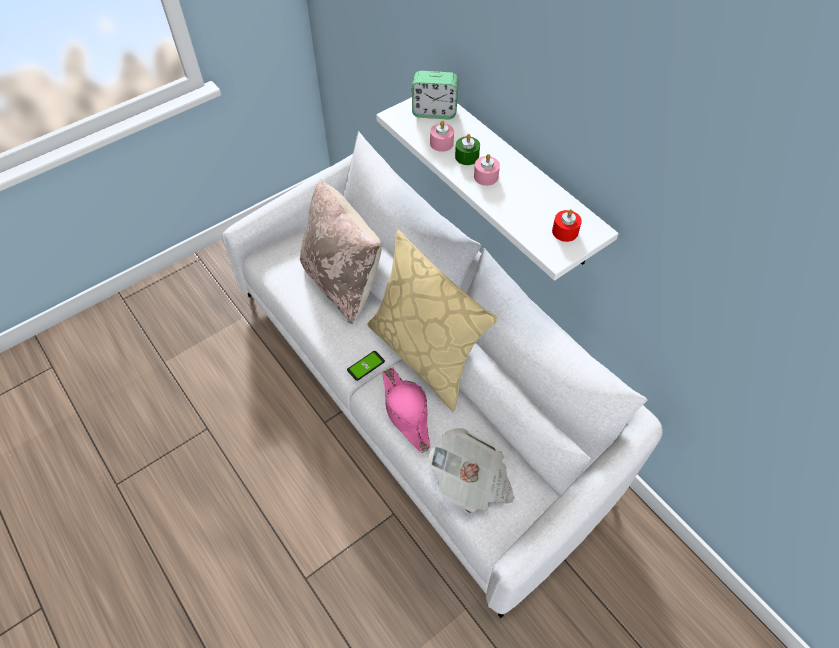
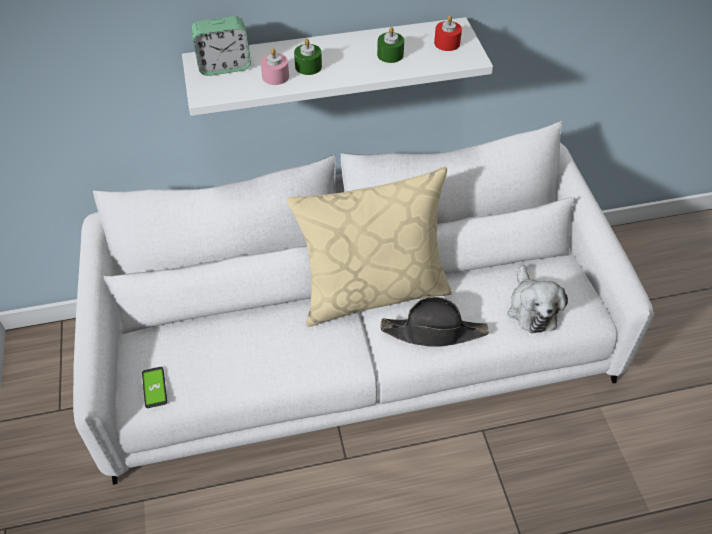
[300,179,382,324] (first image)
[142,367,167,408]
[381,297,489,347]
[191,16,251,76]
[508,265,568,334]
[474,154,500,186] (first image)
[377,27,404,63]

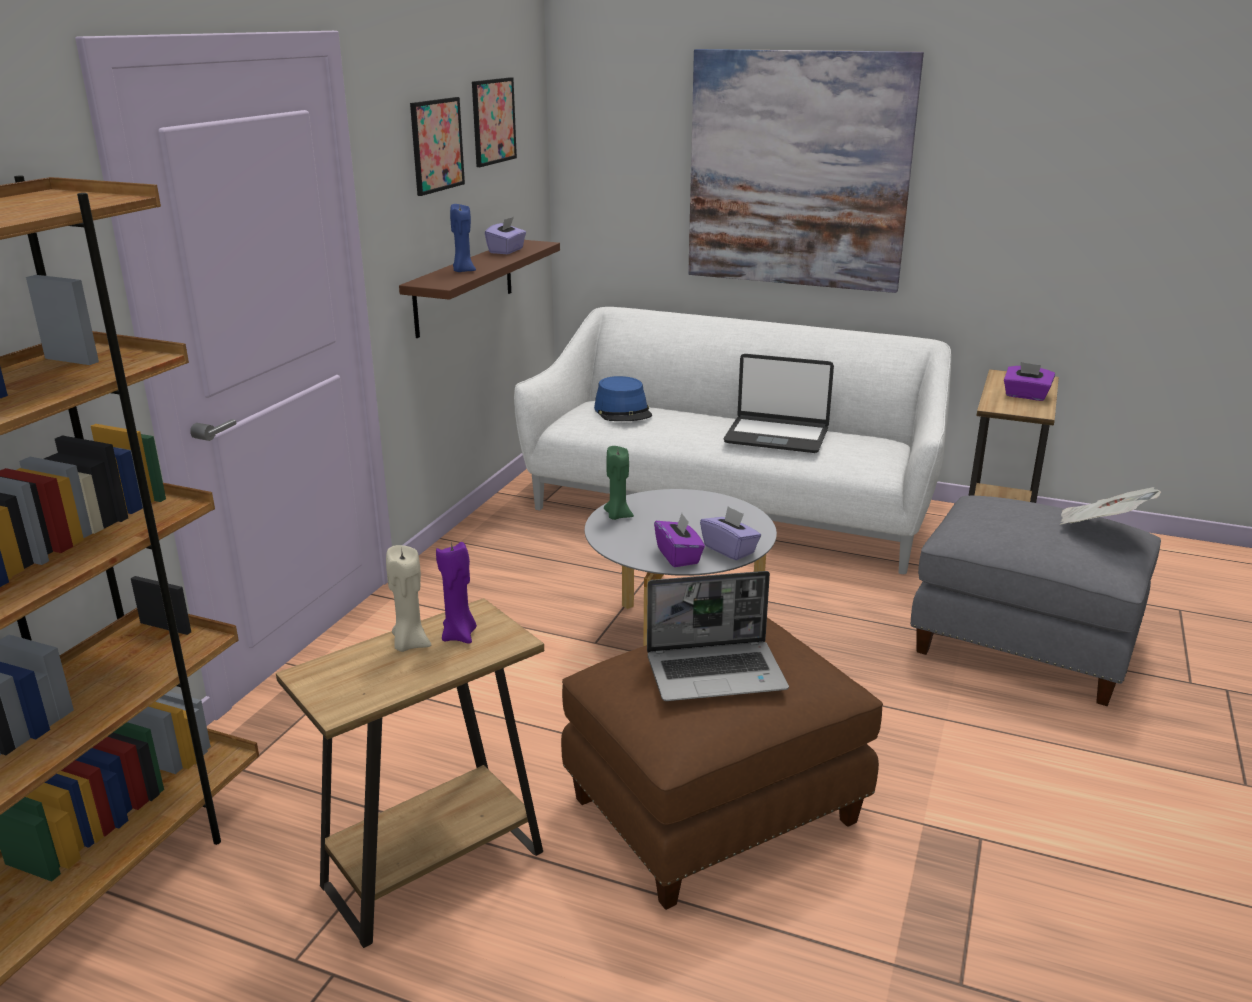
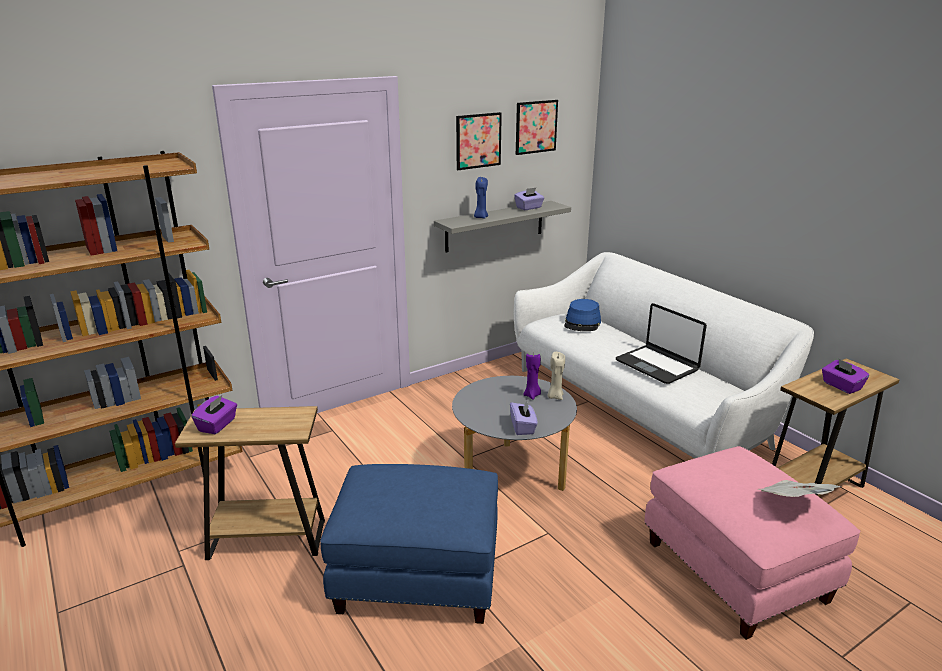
[547,352,565,400]
[434,201,571,252]
[523,353,541,400]
[320,464,498,624]
[604,446,634,520] (first image)
[647,571,789,701] (first image)
[191,395,237,434]
[688,49,924,293] (first image)
[645,446,860,640]

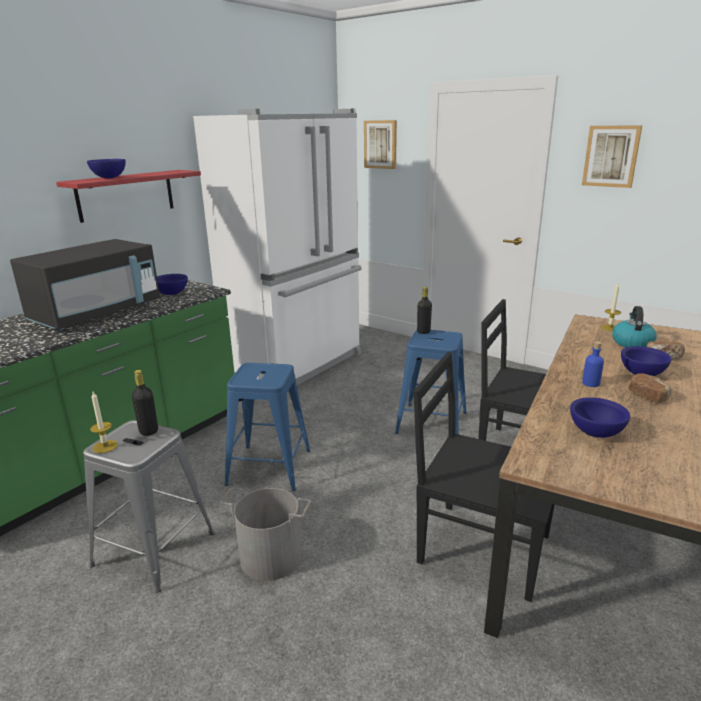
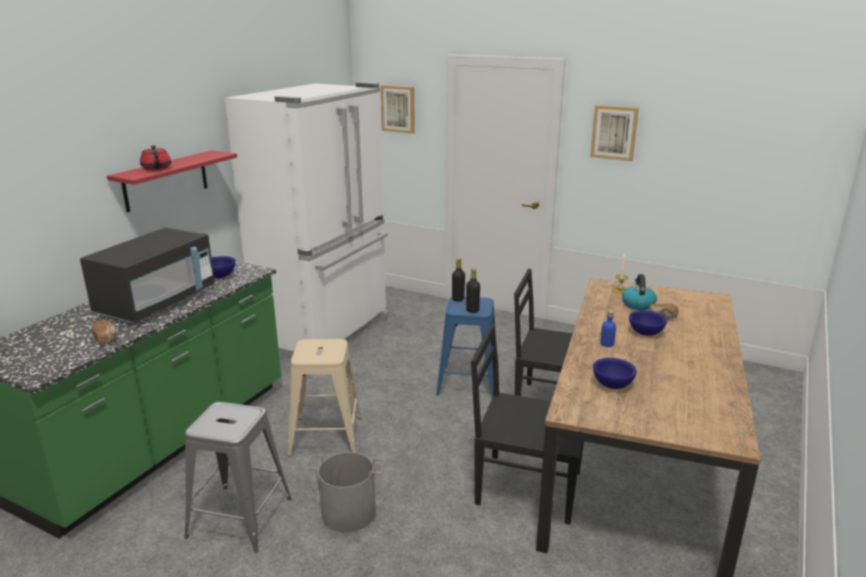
[140,145,171,170]
[90,392,118,453] (first image)
[466,268,480,313]
[288,339,361,456]
[91,320,116,344]

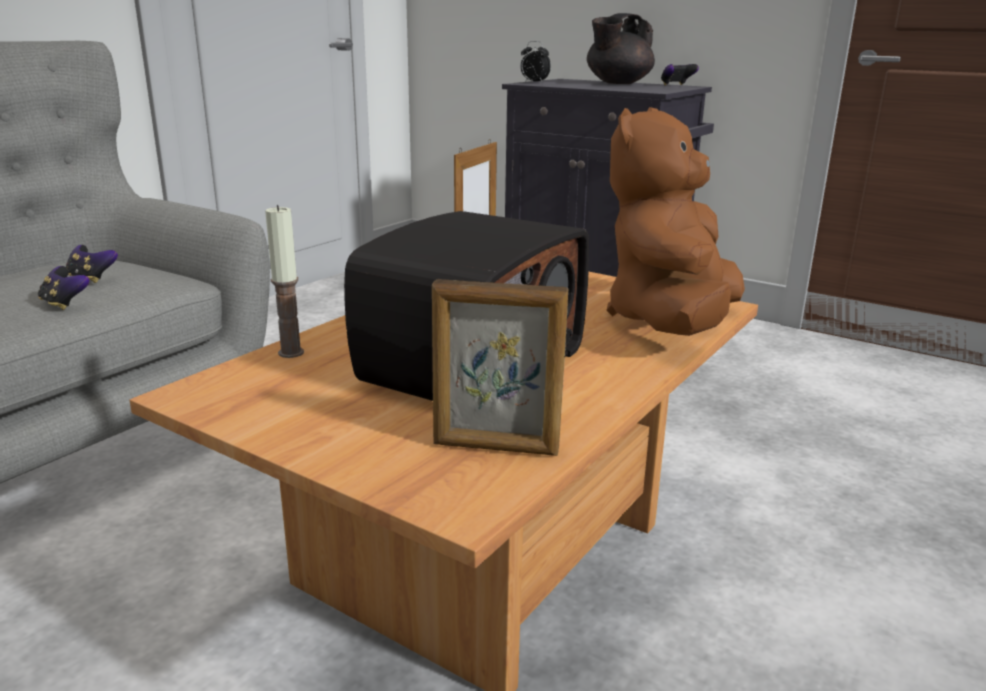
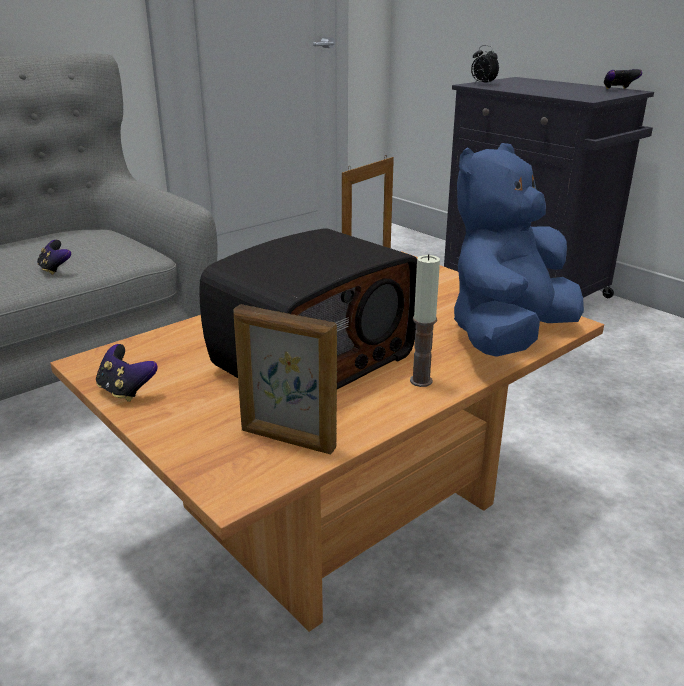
[96,344,158,402]
[410,254,440,387]
[587,13,655,84] (first image)
[454,143,584,357]

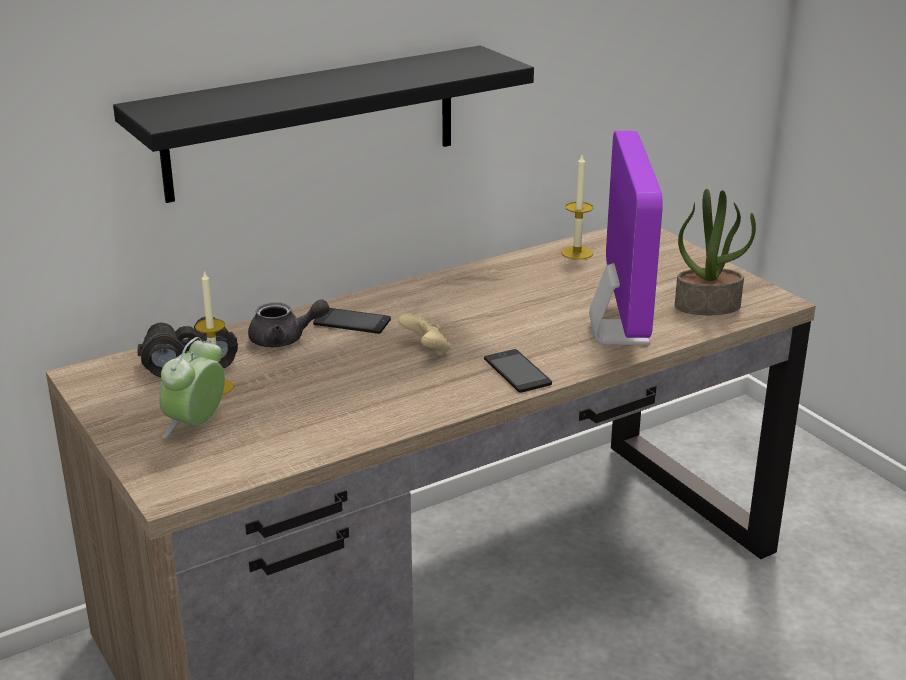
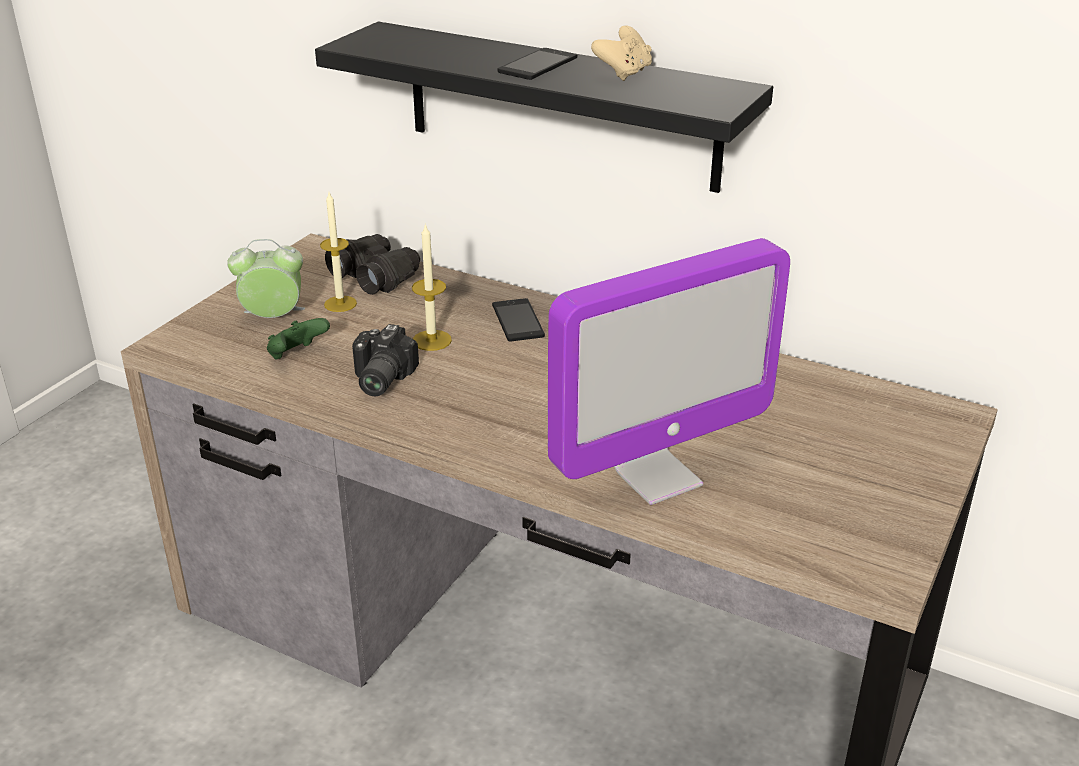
[248,299,330,347] (first image)
[591,26,652,81]
[498,48,577,80]
[412,223,452,351]
[675,189,756,315] (first image)
[267,318,330,359]
[352,324,419,396]

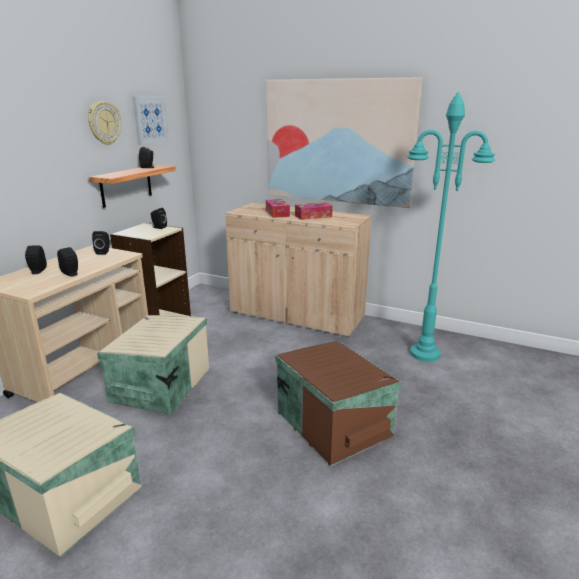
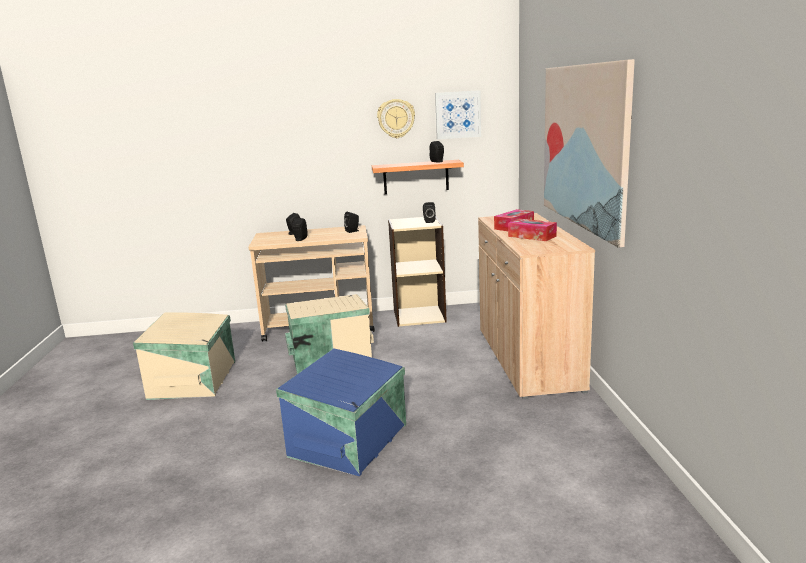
[276,348,406,476]
[407,92,495,362] (first image)

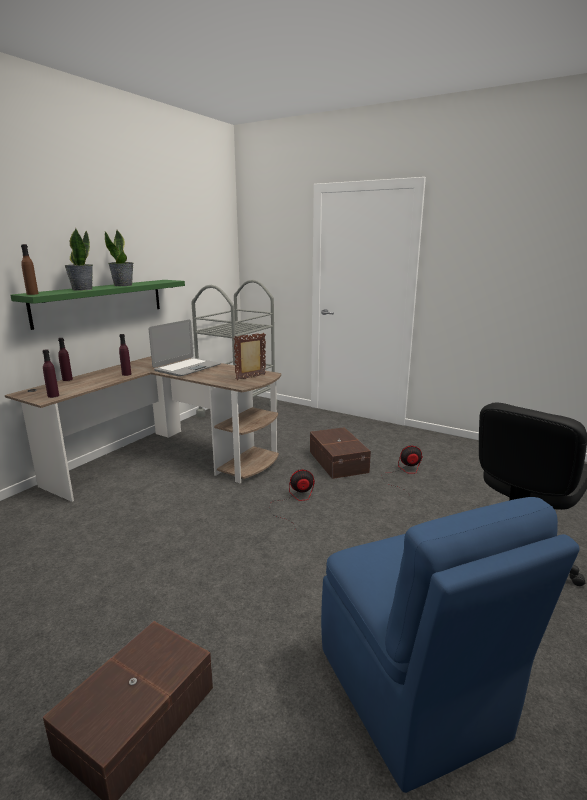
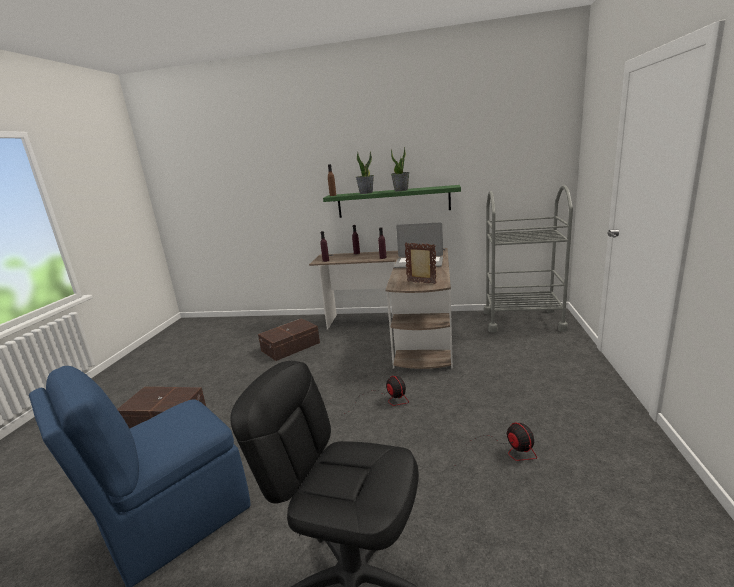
[258,318,320,361]

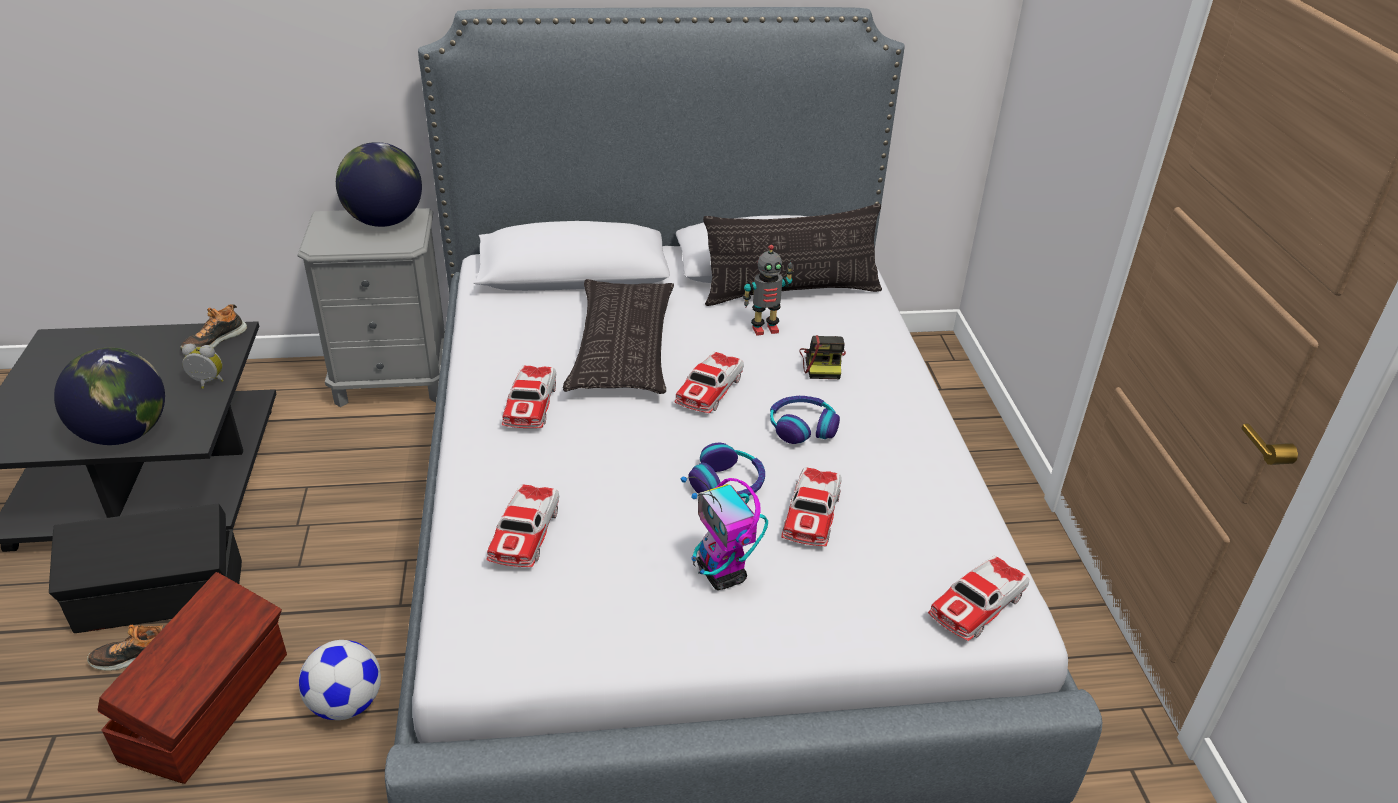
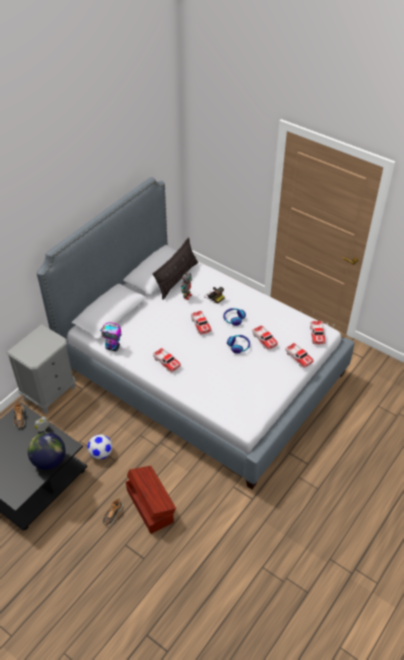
[49,504,242,633] (first image)
[87,434,112,459]
[336,142,422,227] (first image)
[285,343,313,368]
[563,279,674,394] (first image)
[100,322,122,351]

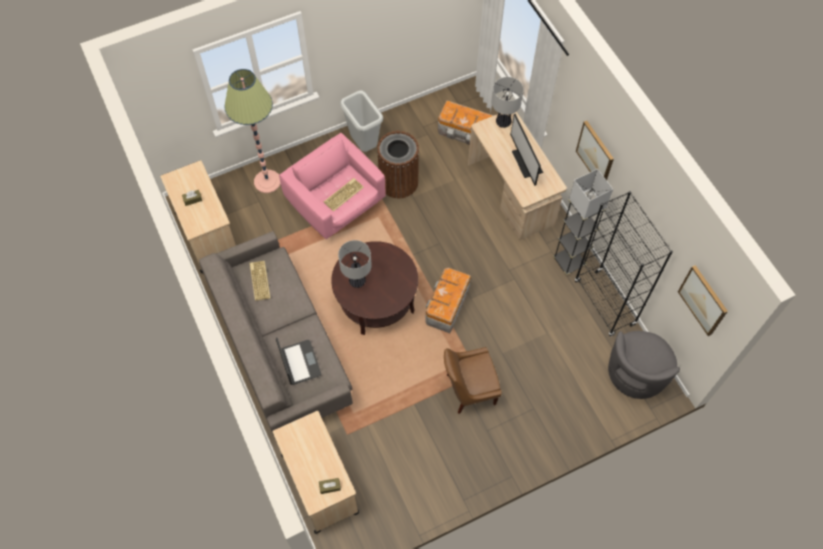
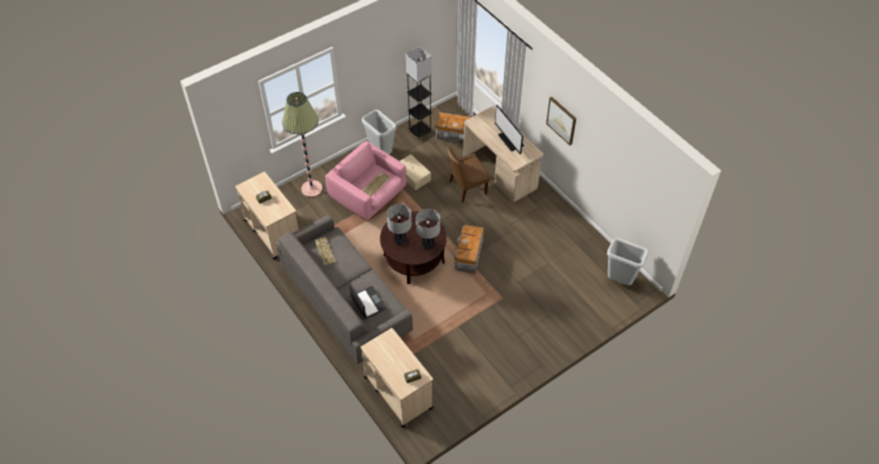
[400,154,431,190]
[447,147,490,203]
[416,209,440,250]
[405,46,432,139]
[575,191,673,337] (first image)
[607,238,649,285]
[678,265,728,336] (first image)

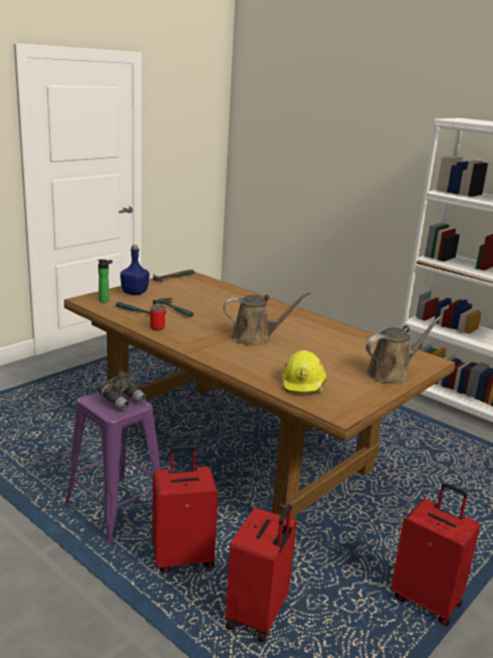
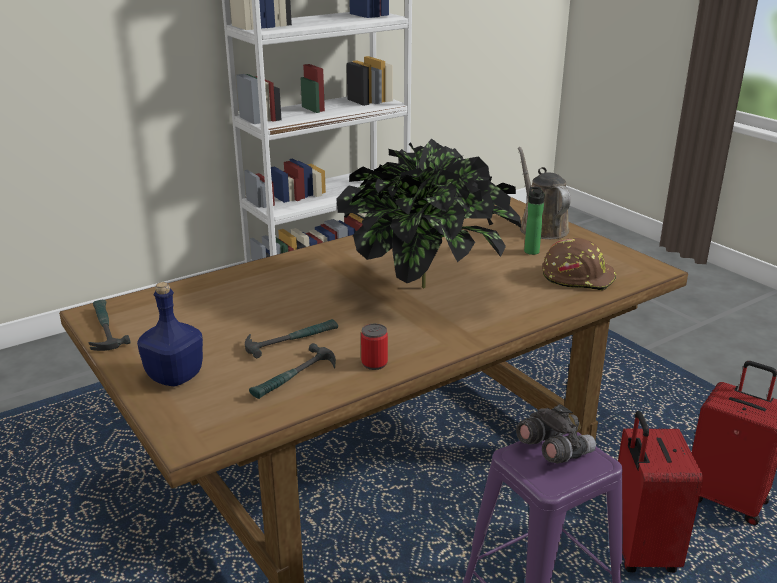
[524,187,545,255]
[336,139,521,289]
[542,238,616,291]
[391,483,480,626] (first image)

